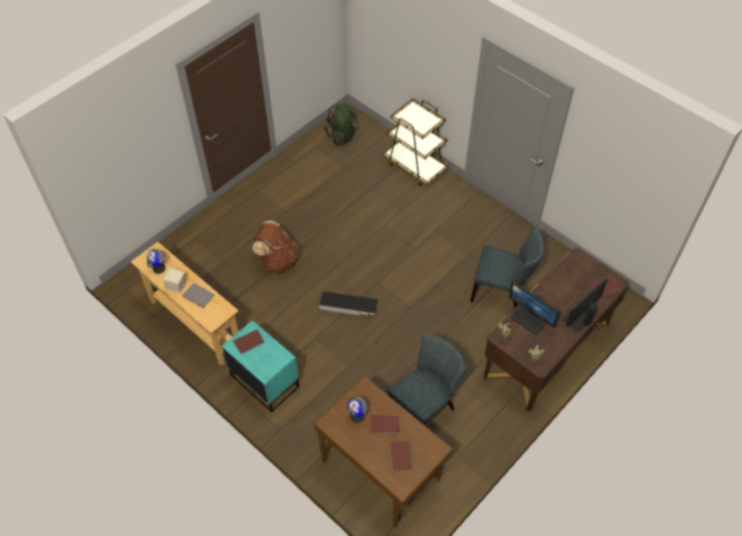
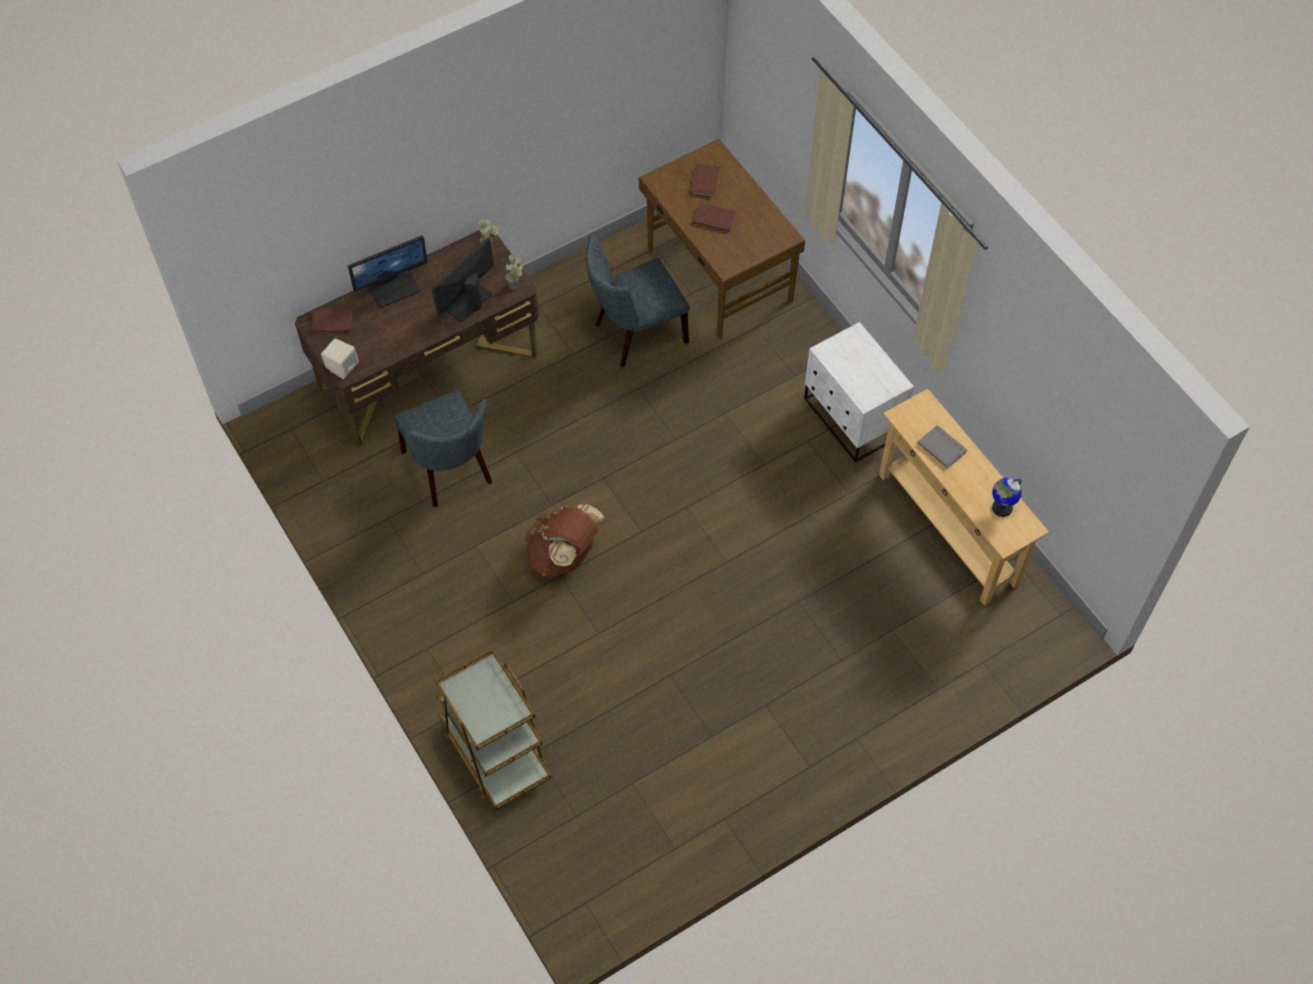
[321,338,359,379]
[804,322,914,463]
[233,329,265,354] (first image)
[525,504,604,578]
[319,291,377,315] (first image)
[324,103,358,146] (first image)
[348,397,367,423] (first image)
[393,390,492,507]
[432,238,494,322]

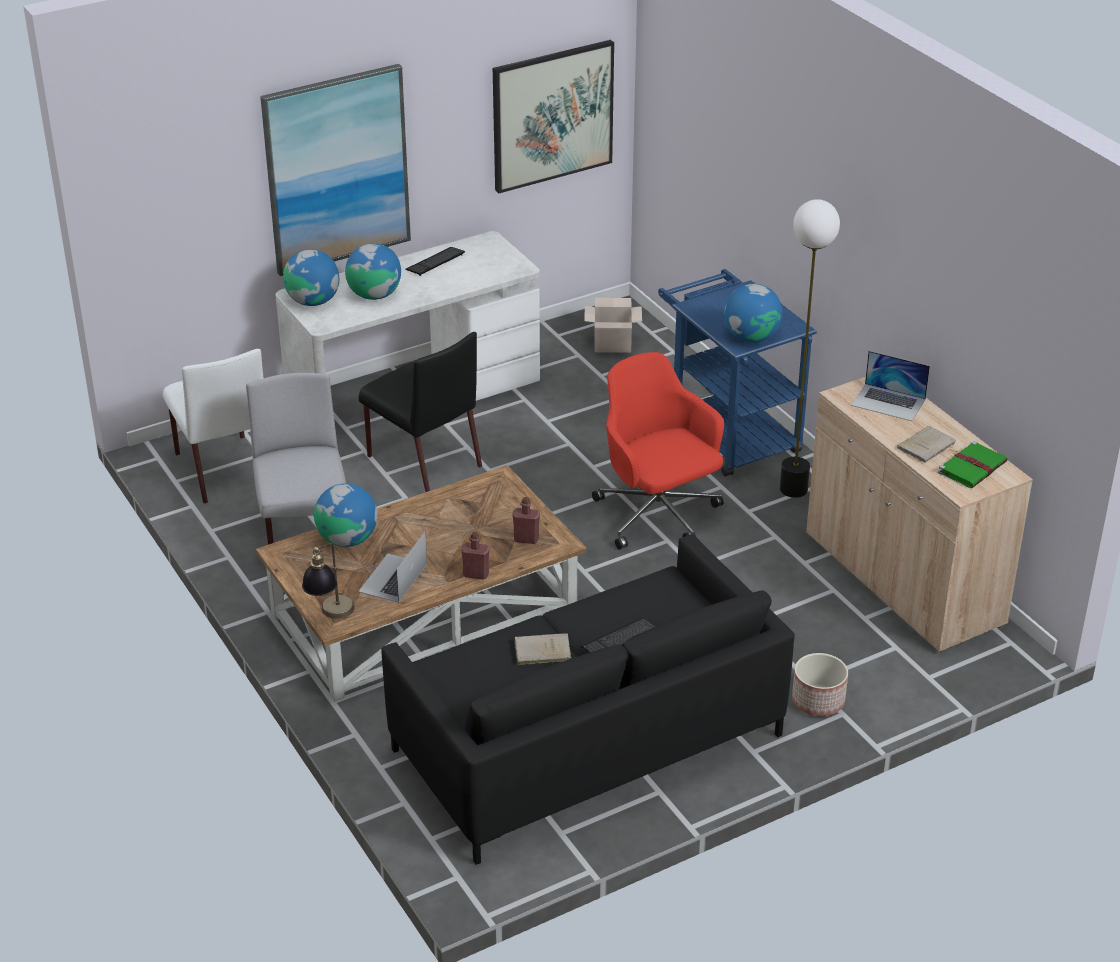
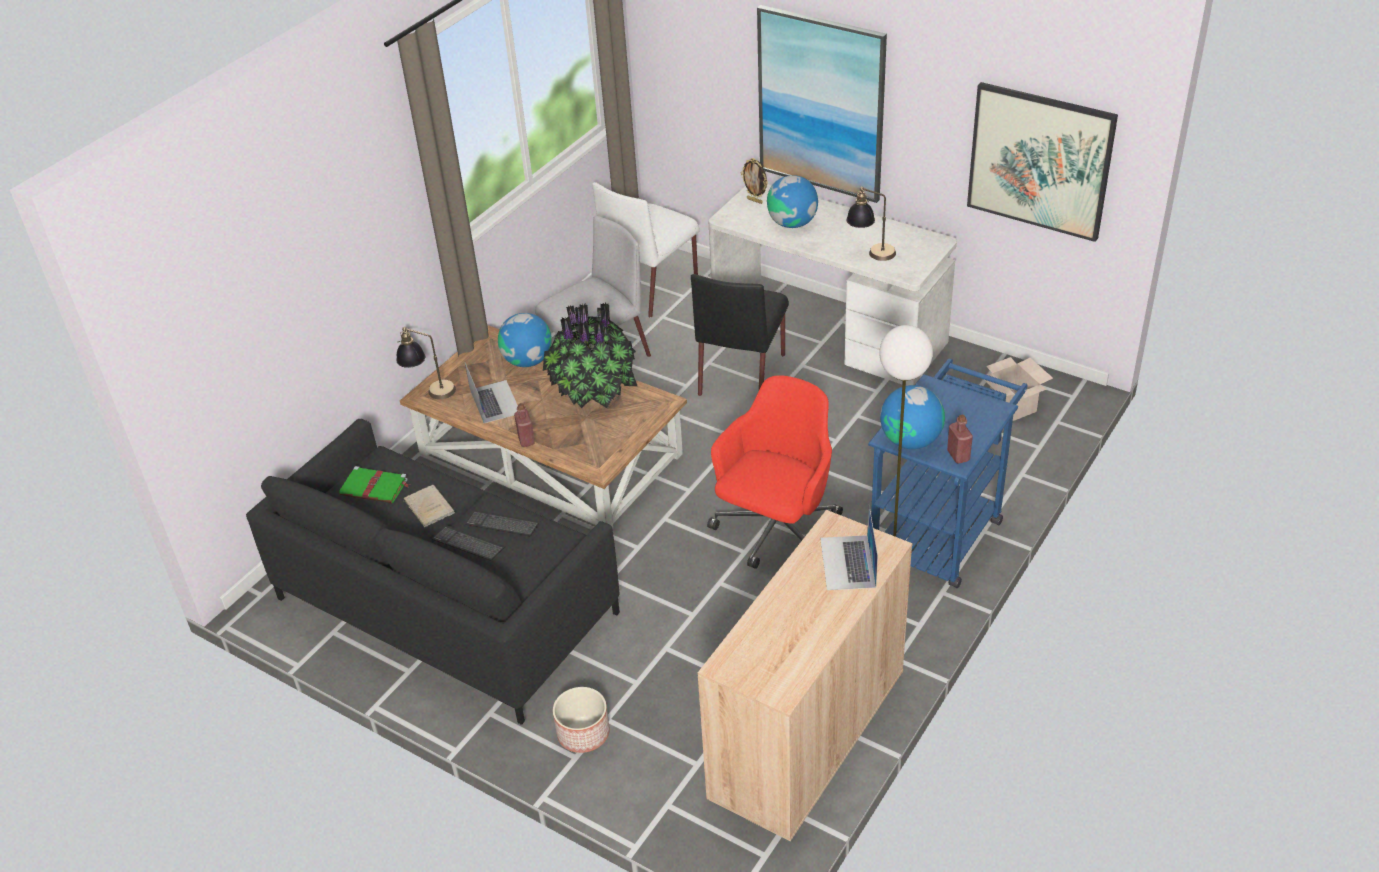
[741,158,768,204]
[465,363,518,423]
[465,510,540,537]
[947,414,973,464]
[897,426,956,463] (first image)
[339,466,410,503]
[543,303,637,408]
[847,187,896,261]

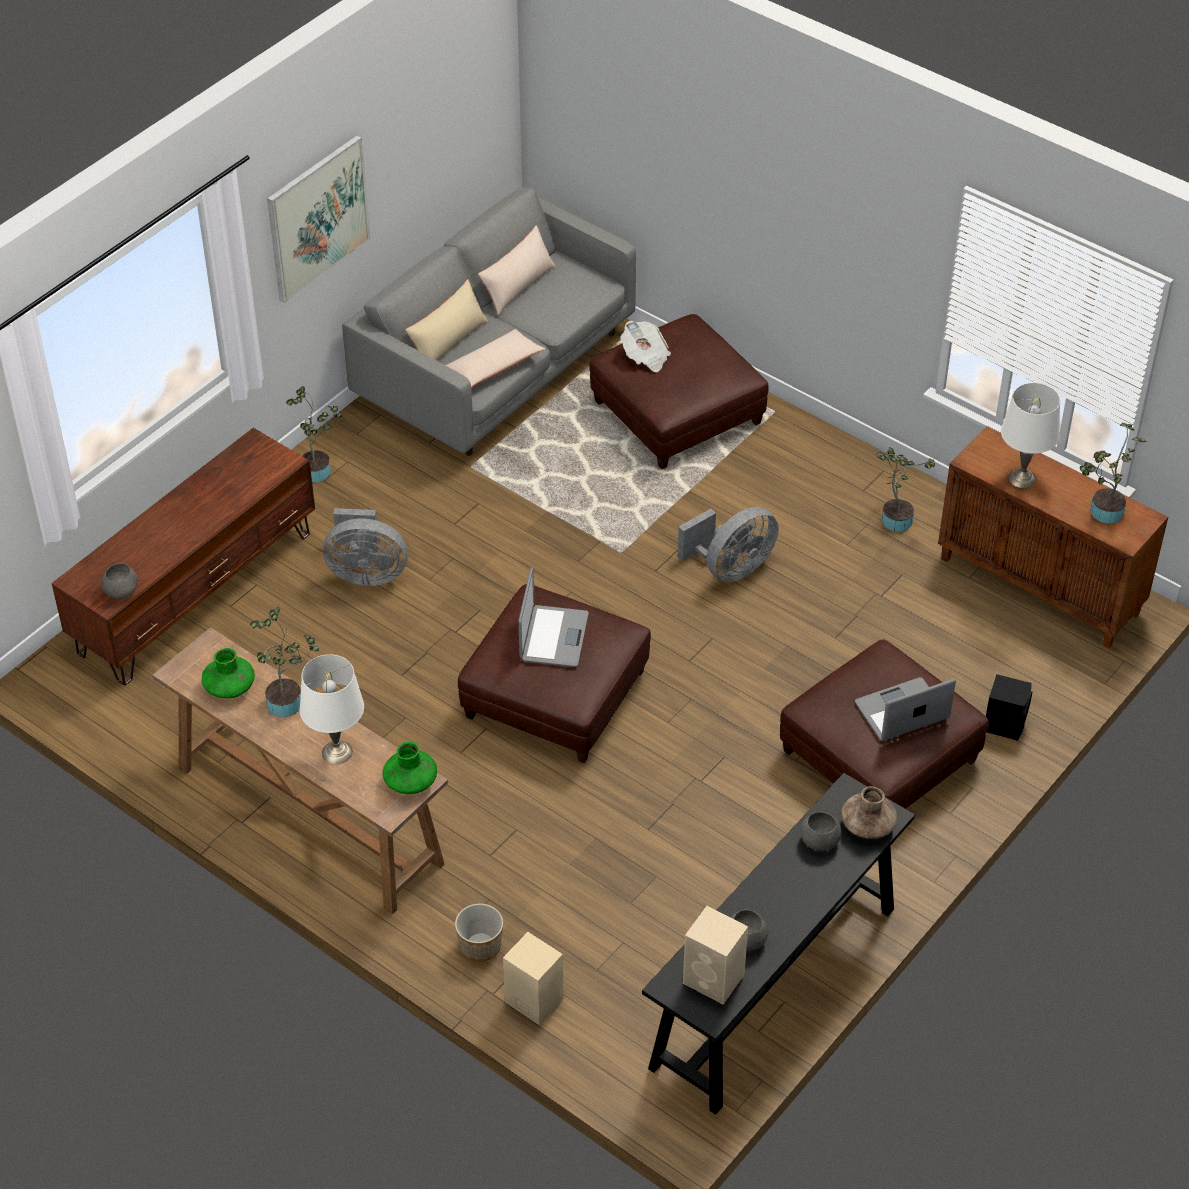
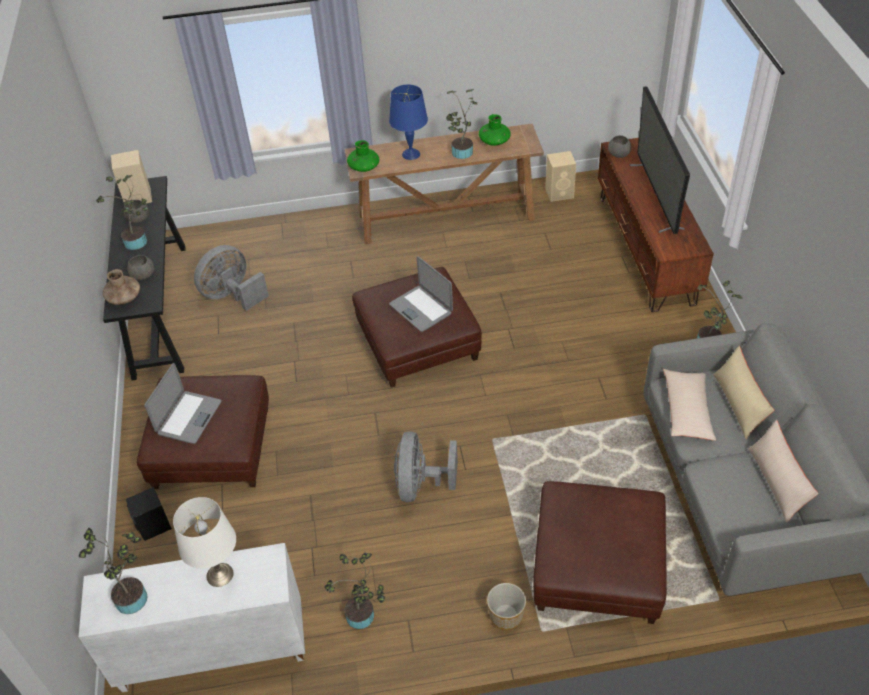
[267,135,370,303] (first image)
[389,84,428,160]
[194,245,269,311]
[487,583,526,630]
[545,151,576,202]
[620,321,671,372] (first image)
[79,543,305,692]
[96,175,149,250]
[630,86,690,234]

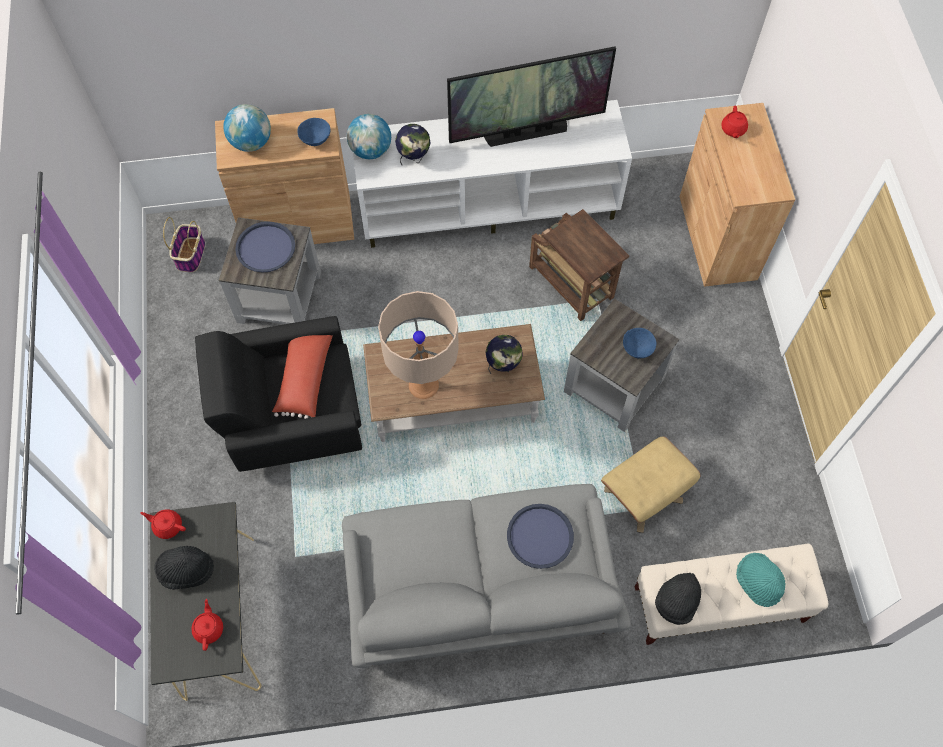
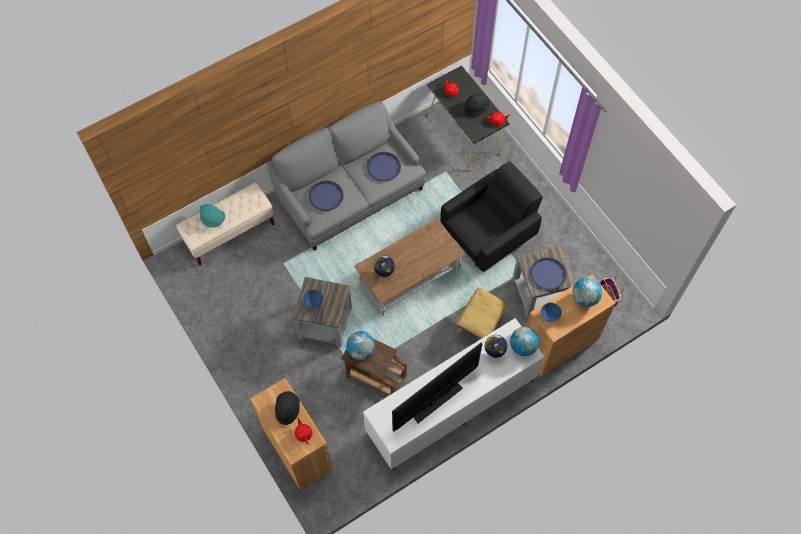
[272,335,333,419] (first image)
[378,291,459,399] (first image)
[457,288,506,339]
[275,391,300,425]
[346,331,375,360]
[366,152,401,181]

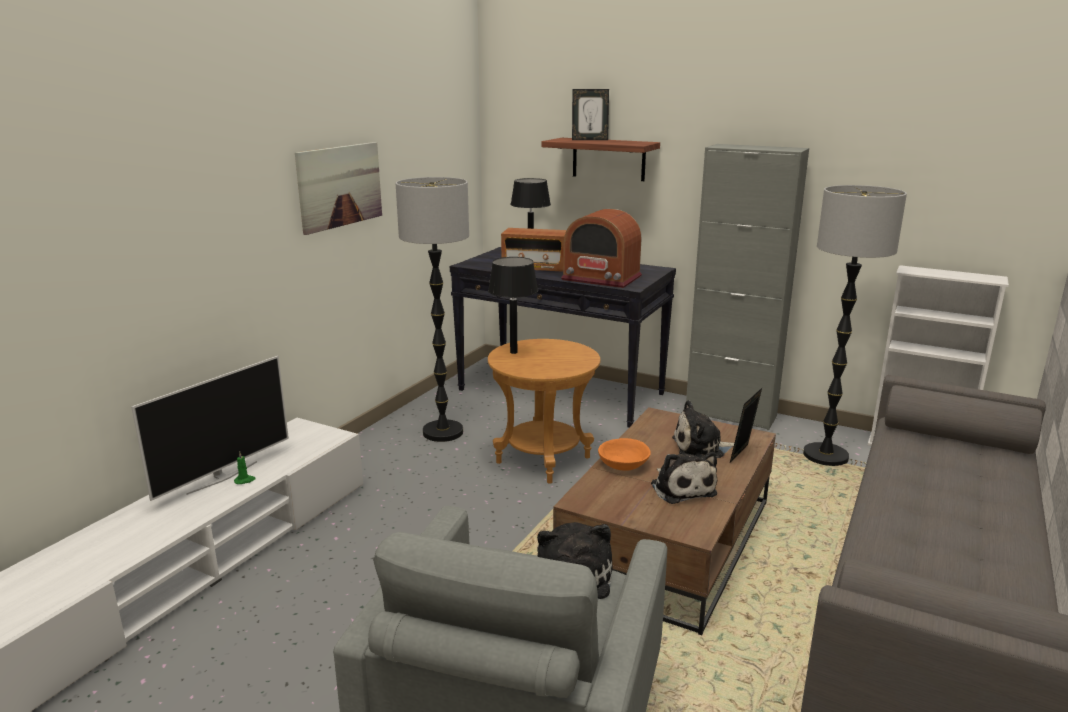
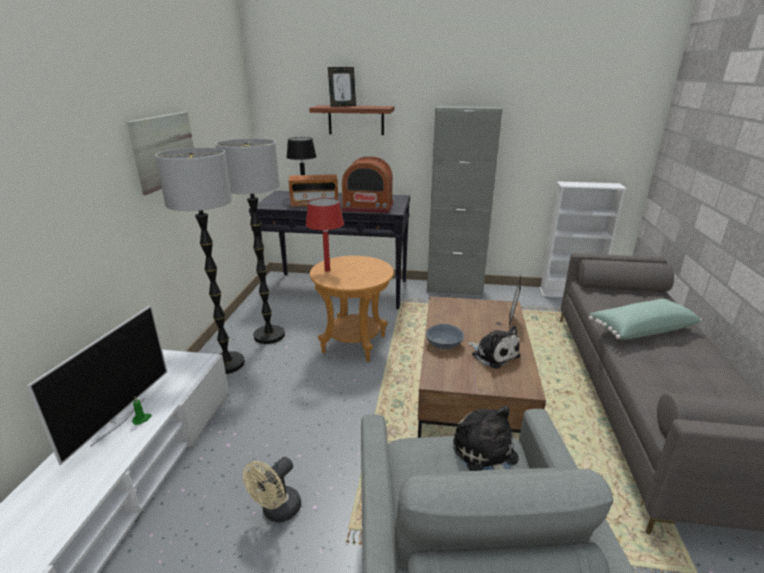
[306,198,344,272]
[426,324,464,349]
[672,400,734,458] (first image)
[155,148,245,374]
[243,457,301,523]
[589,299,702,340]

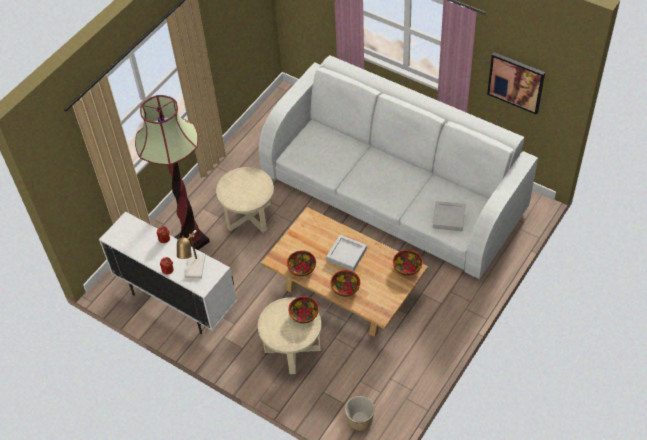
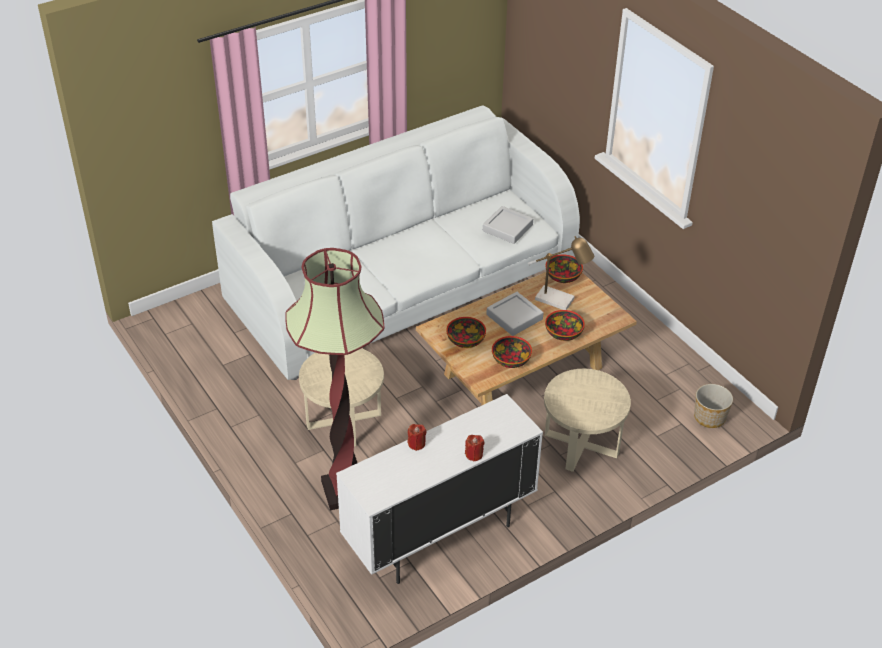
[528,236,595,310]
[446,317,486,348]
[487,52,545,115] (first image)

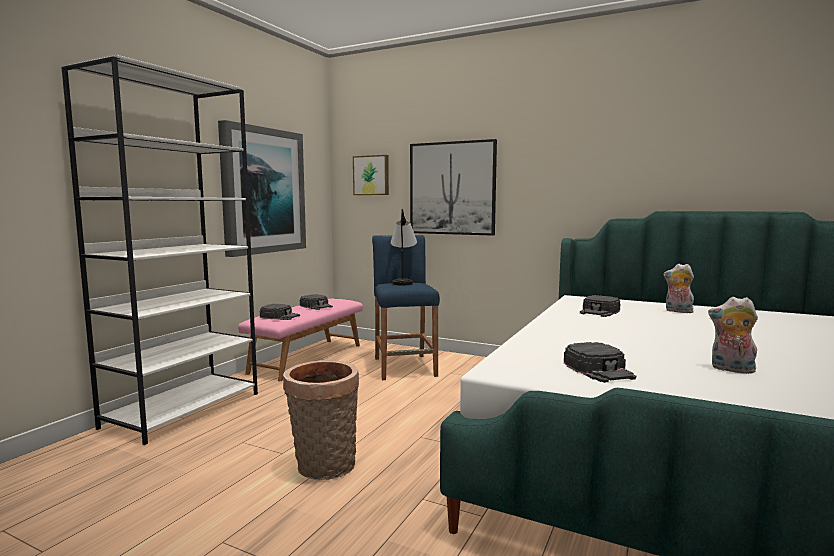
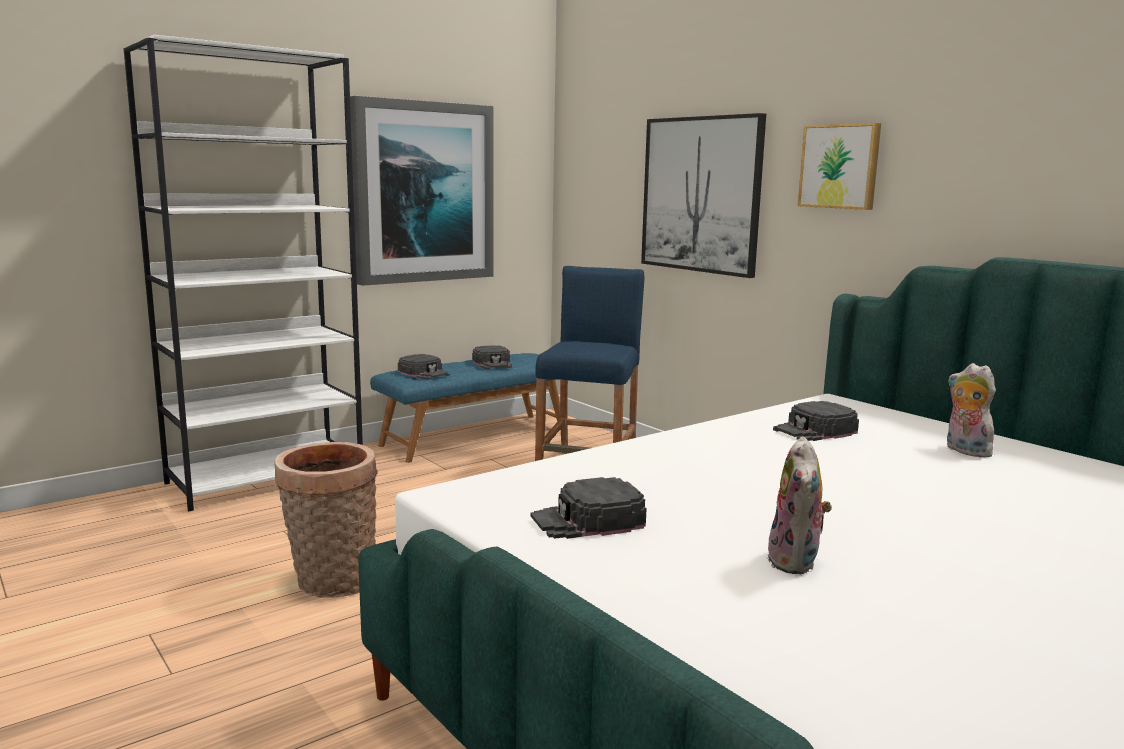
[370,353,561,463]
[798,123,881,210]
[391,209,417,285] (first image)
[530,477,647,539]
[766,436,832,574]

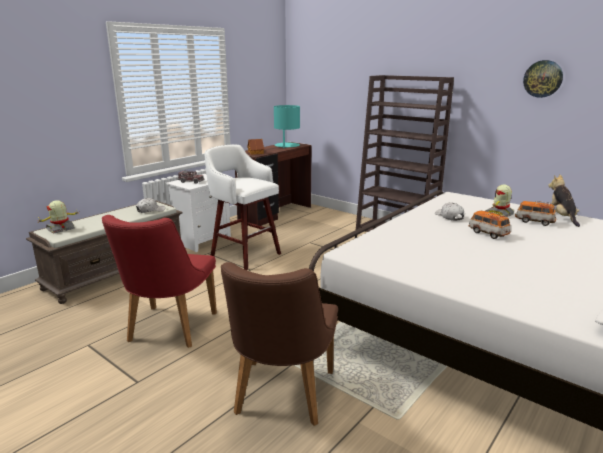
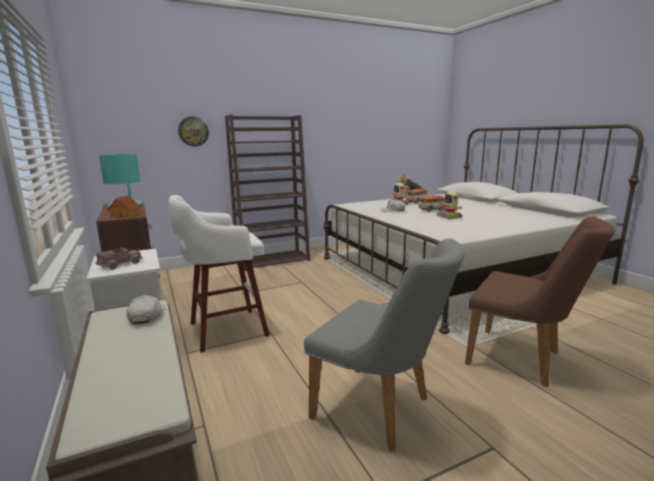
[436,191,462,219]
[304,238,465,452]
[178,116,209,147]

